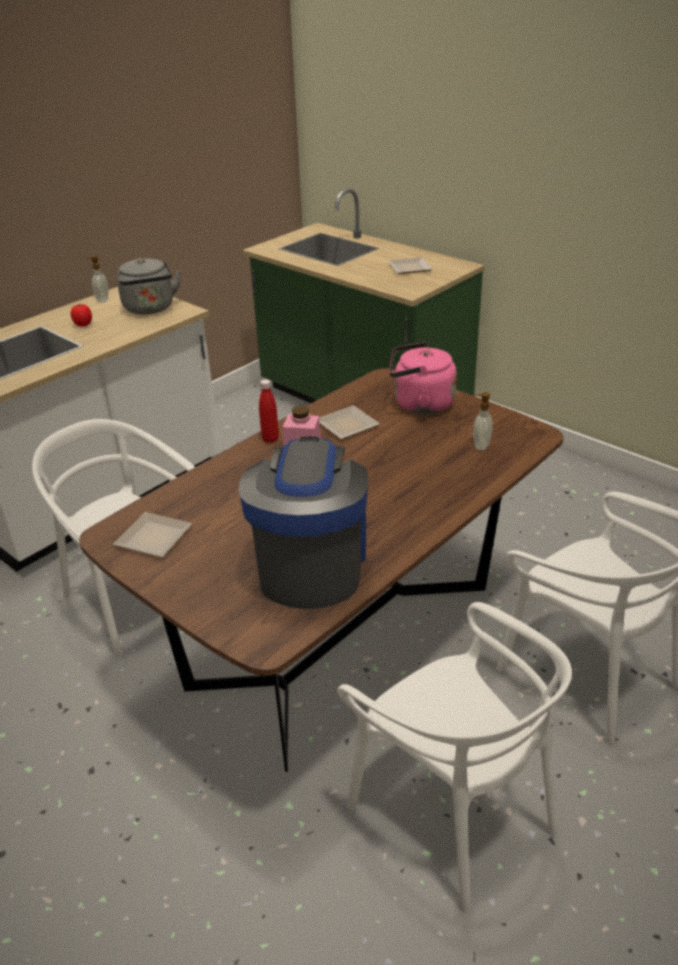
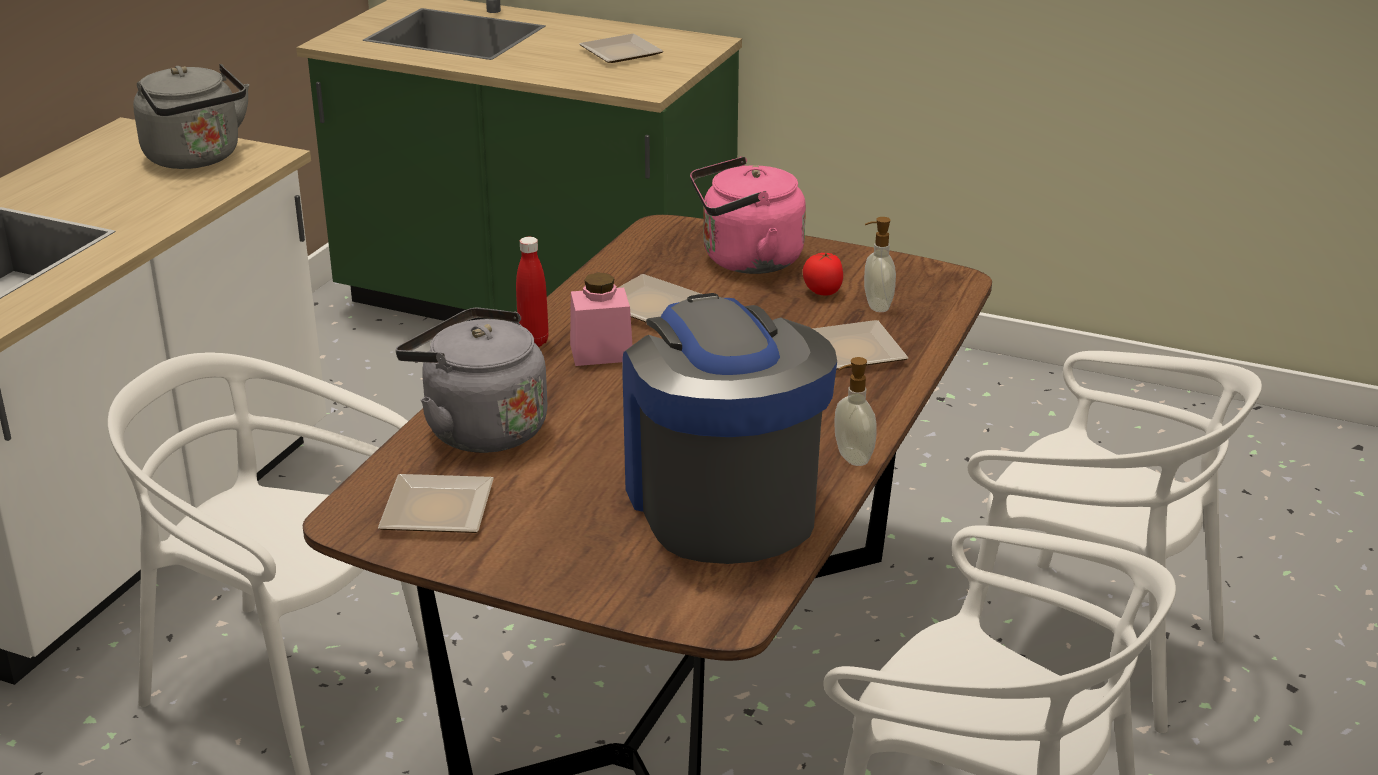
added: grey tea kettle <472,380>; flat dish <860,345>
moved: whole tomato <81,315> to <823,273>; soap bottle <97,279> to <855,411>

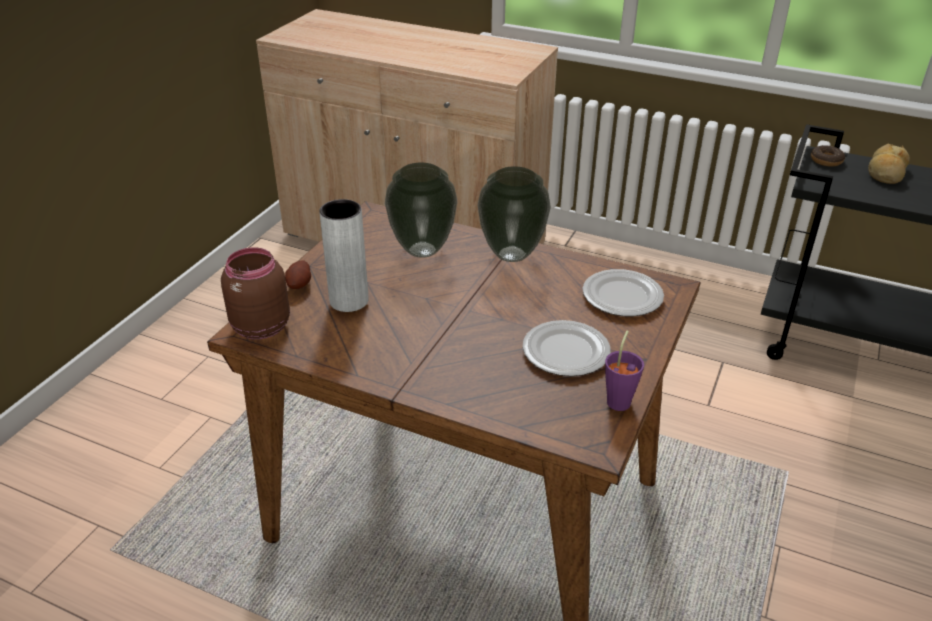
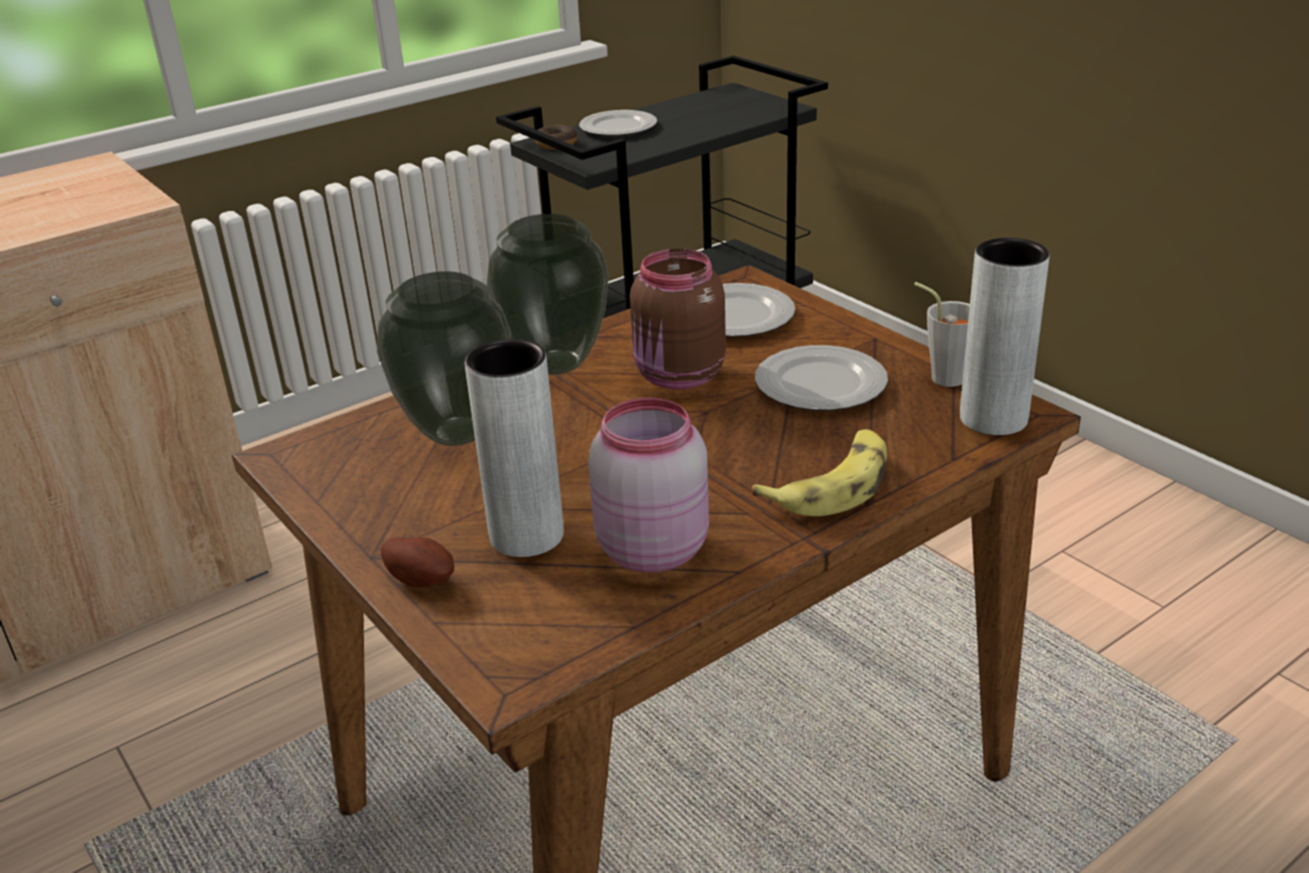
added: pink-coloured storage jar <648,485>; whole banana <819,472>; grey decorative vase <1005,336>
moved: brown-coloured storage jar <255,293> to <678,319>
replaced: bakery bread <889,164> to flat dish <618,123>
recoloured: purple-coloured cup <624,371> to grey cup <942,334>

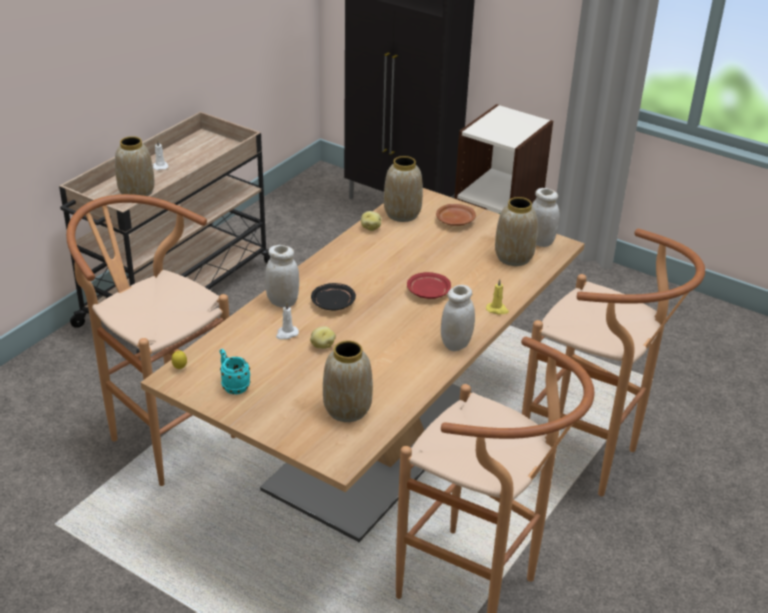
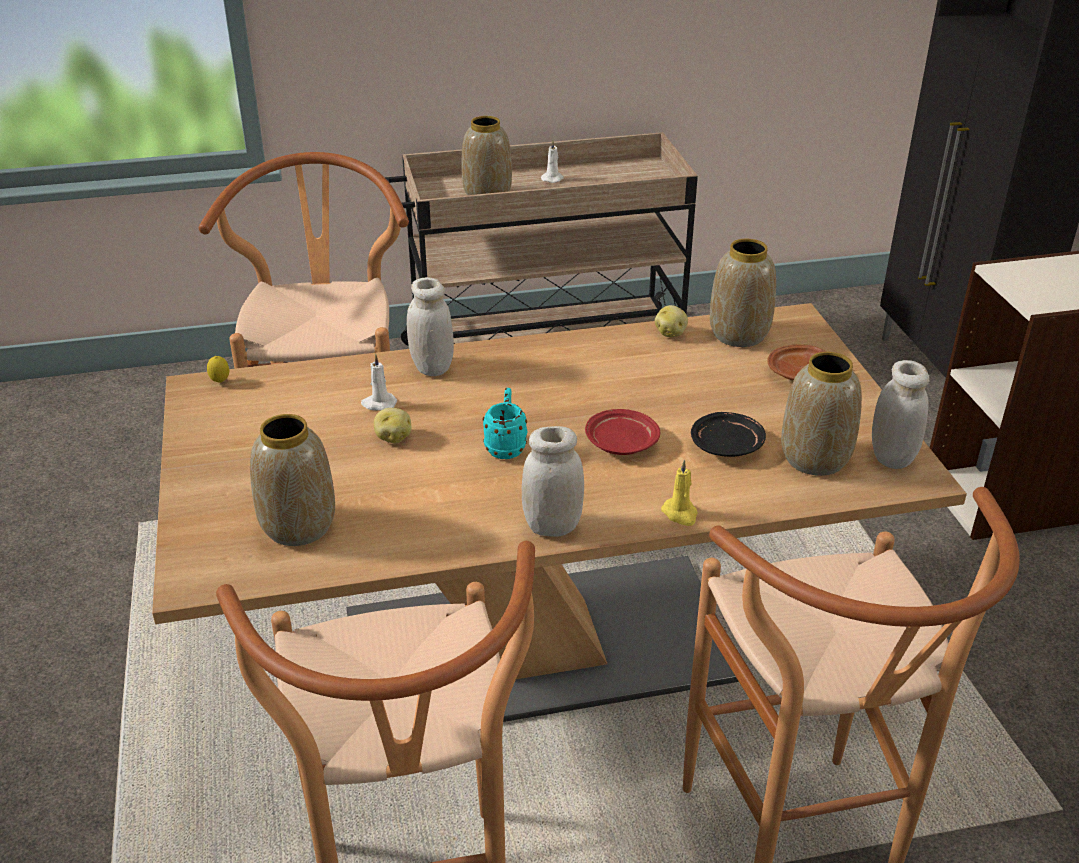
moved: blue-green mug <235,372> to <504,423>; black-coloured flat dish <333,296> to <728,434>

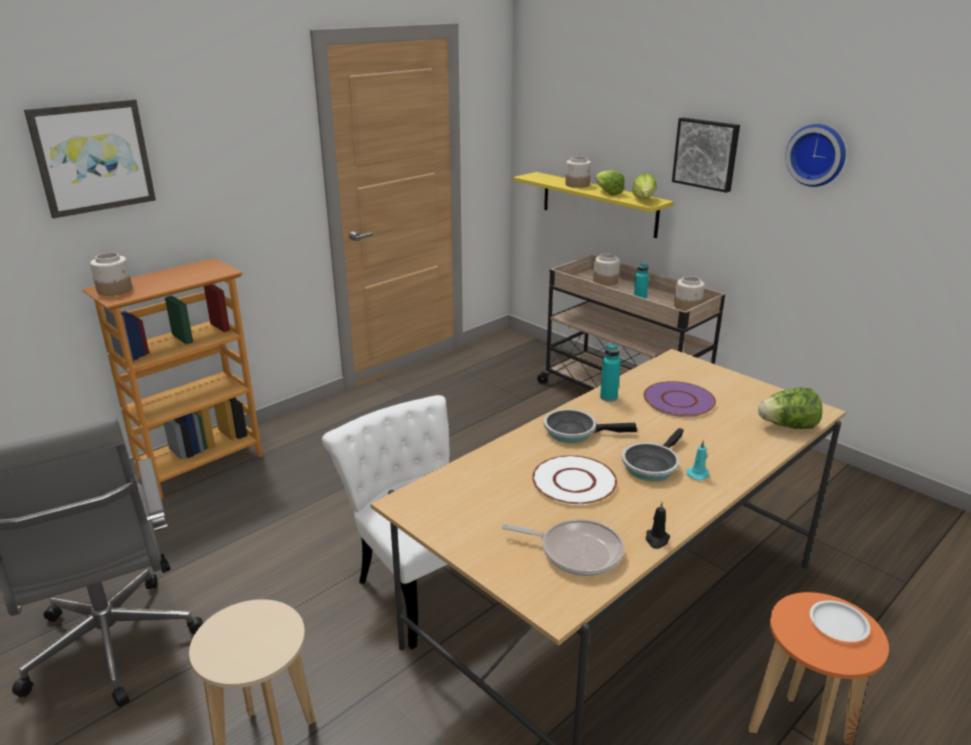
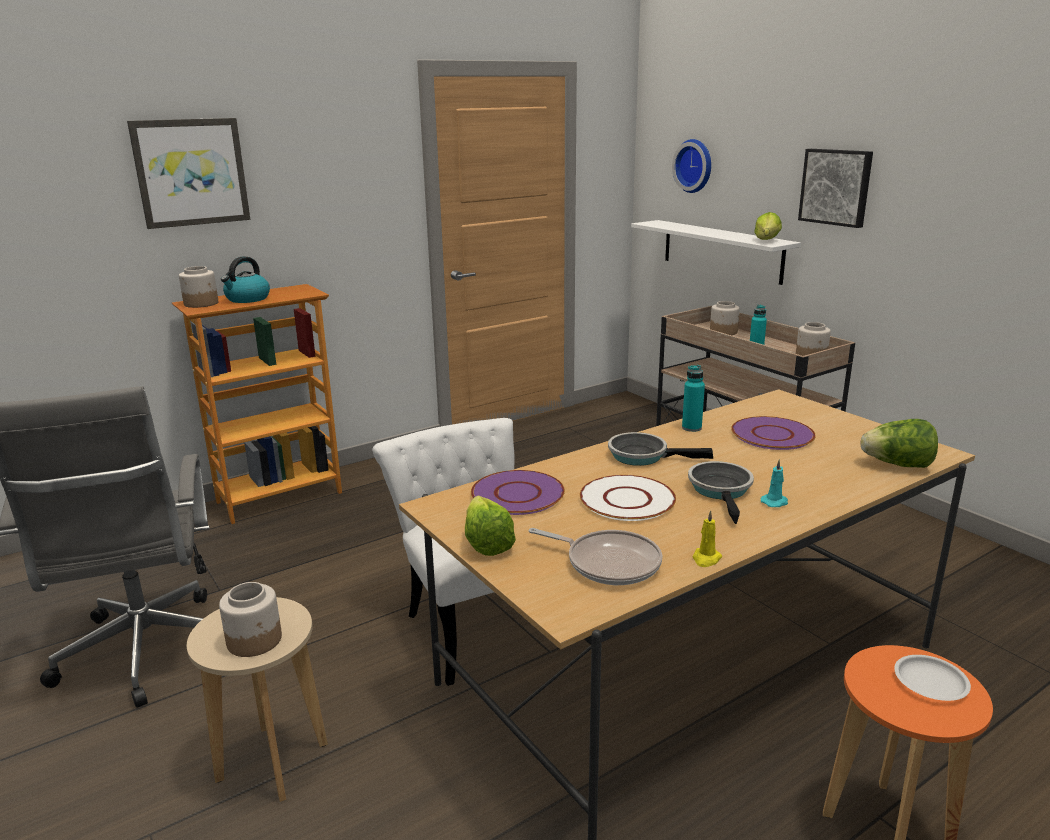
added: tea kettle <245,279>; purple-coloured flat dish <518,492>
moved: storage jar <578,172> to <250,619>; lettuce head <610,183> to <490,525>; wall clock <815,155> to <691,166>
recoloured: yellow-coloured bracket shelf <593,205> to whitish bracket shelf <716,252>; black-coloured wax light <658,525> to yellow-coloured wax light <707,538>
turned: pan <653,454> = <721,492> 135 degrees clockwise

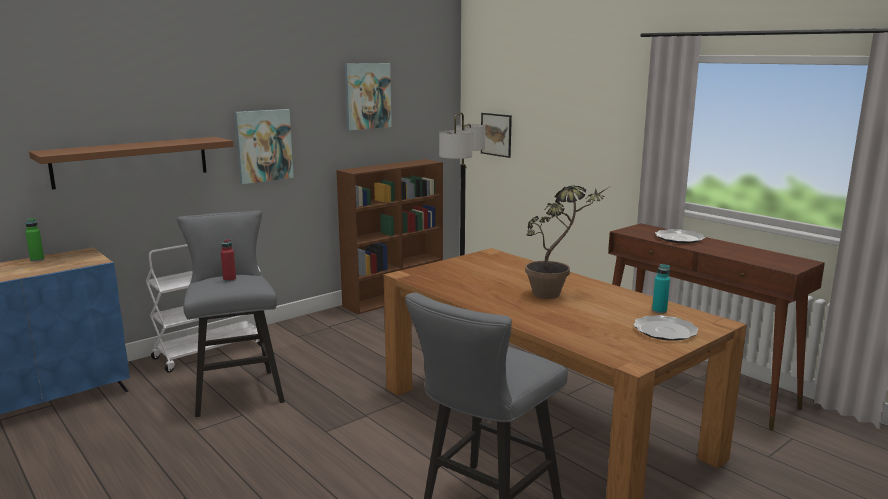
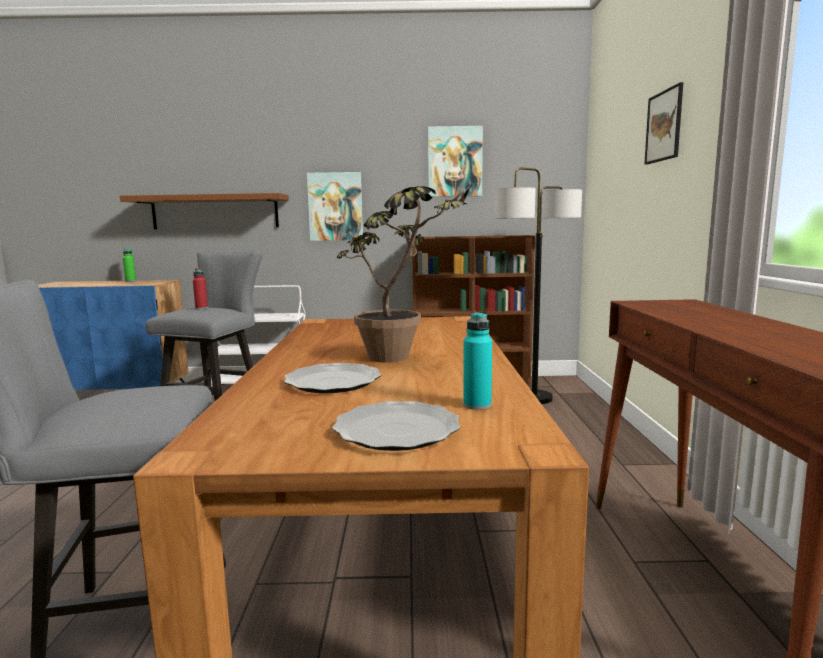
moved: wall art <496,135> to <663,123>; flat dish <680,236> to <333,378>

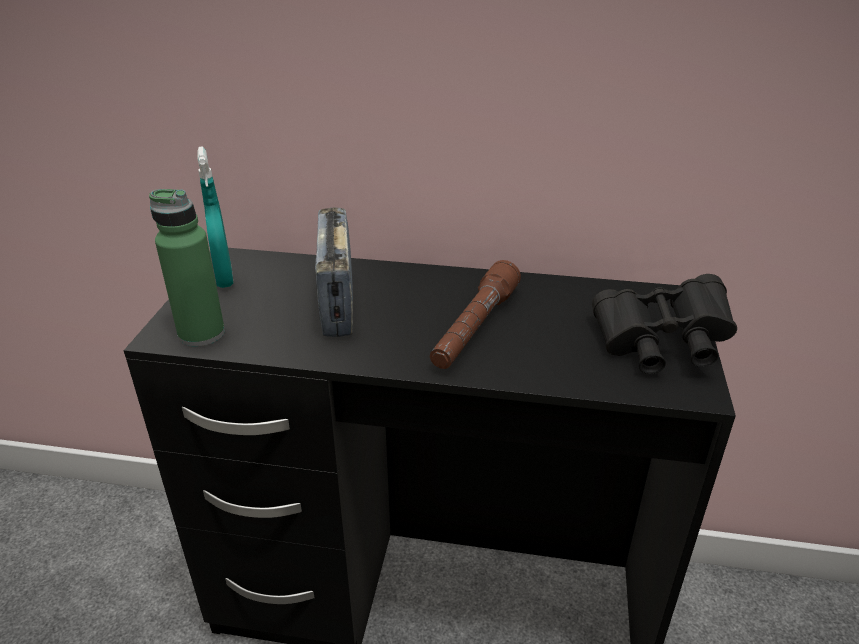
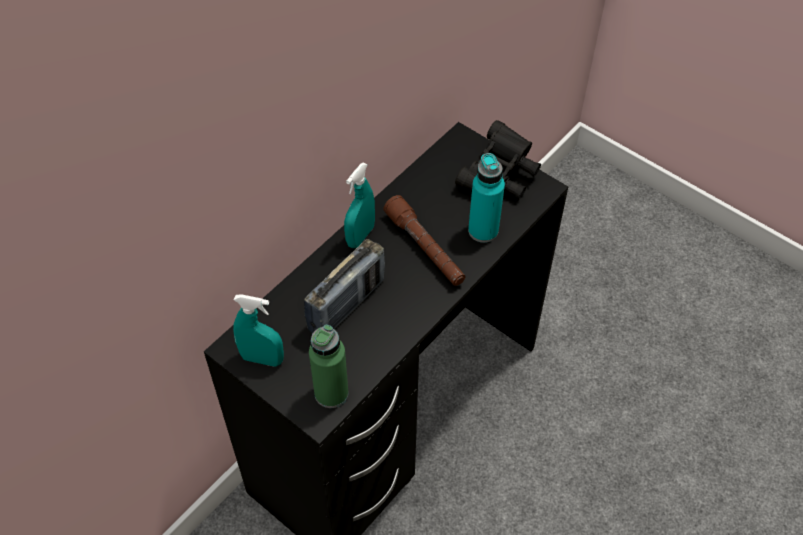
added: blue-green spray bottle <359,205>; blue-green drink bottle <486,198>
turned: radio set <334,272> = <344,286> 75 degrees counterclockwise

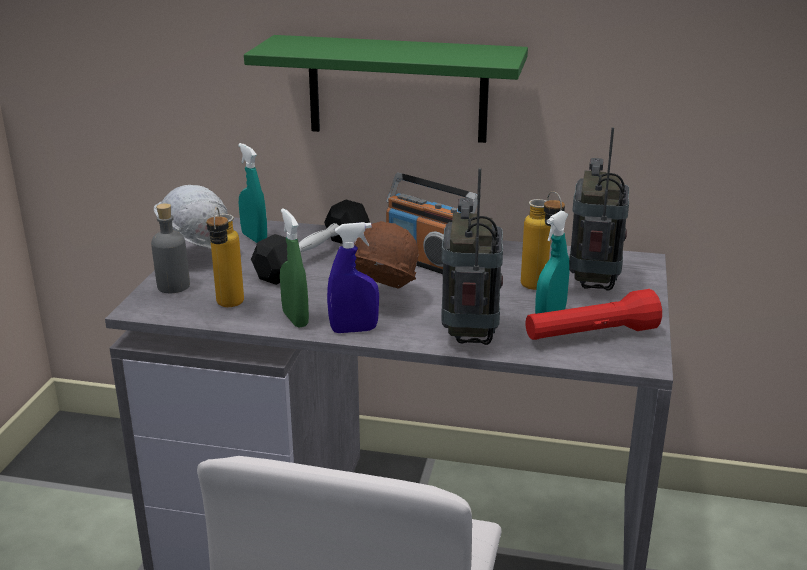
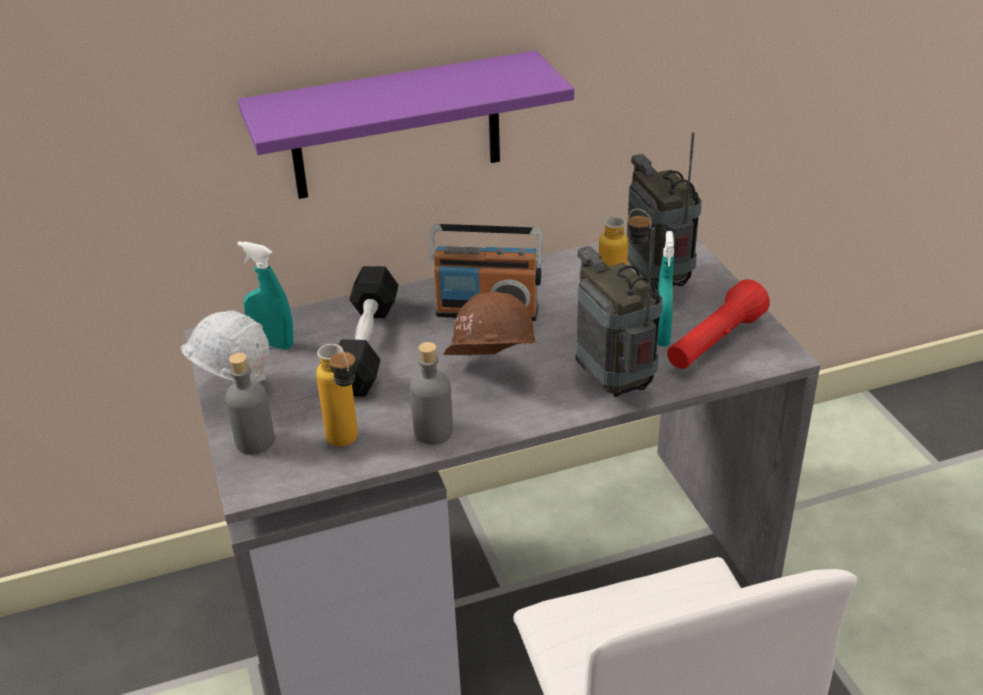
removed: blue-coloured spray bottle <353,277>
replaced: green spray bottle <294,268> to grey drink bottle <431,393>
recoloured: green bracket shelf <386,89> to purple-coloured bracket shelf <406,125>

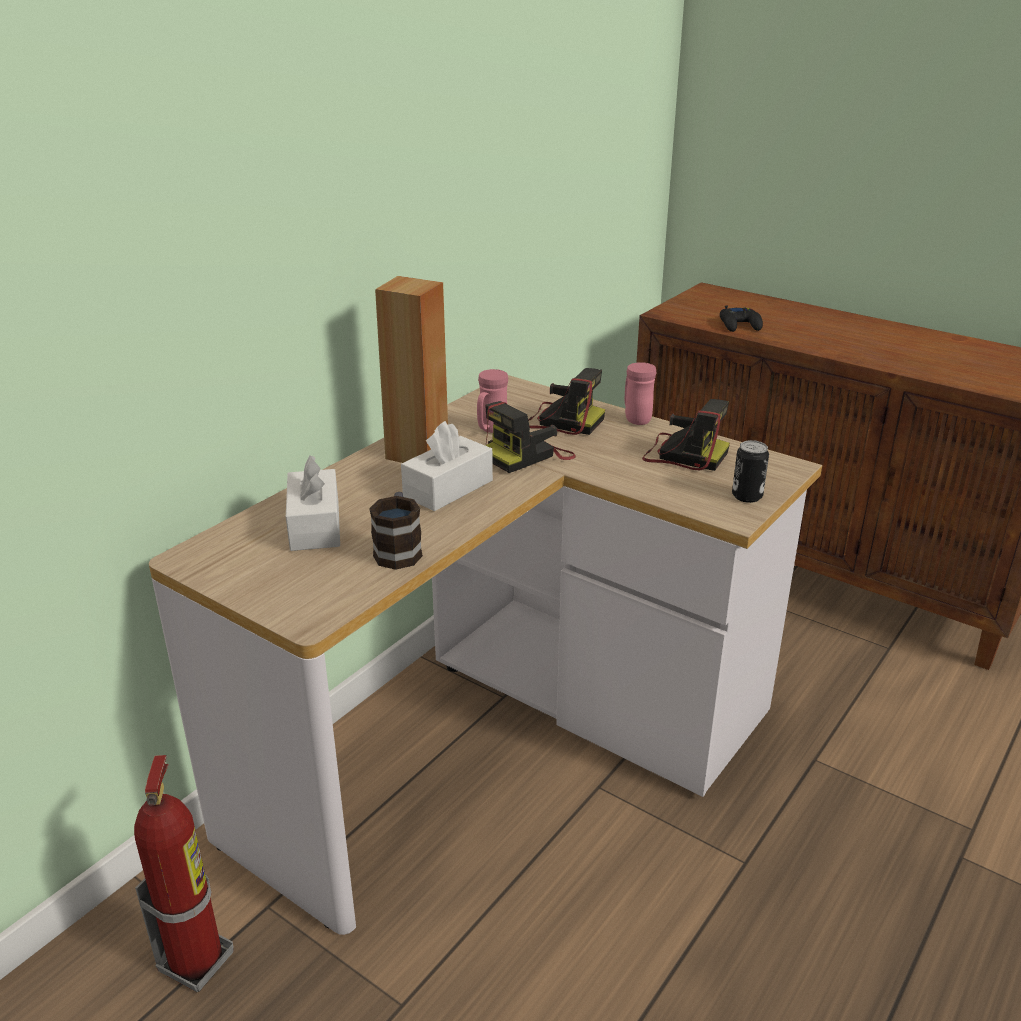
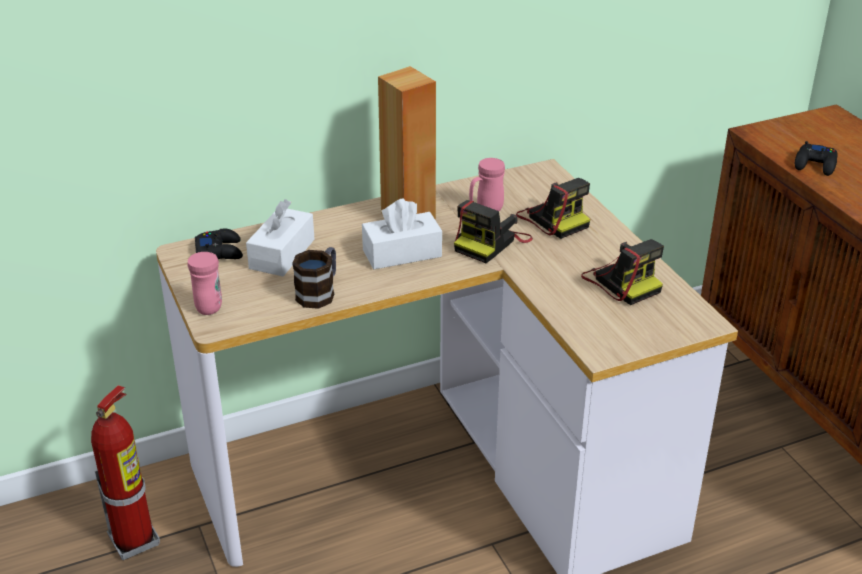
removed: sealed can <750,471>
added: black-coloured joypad <219,244>
moved: pink-coloured mug <640,393> to <205,283>
turned: still camera <530,437> = <493,231> 45 degrees counterclockwise

